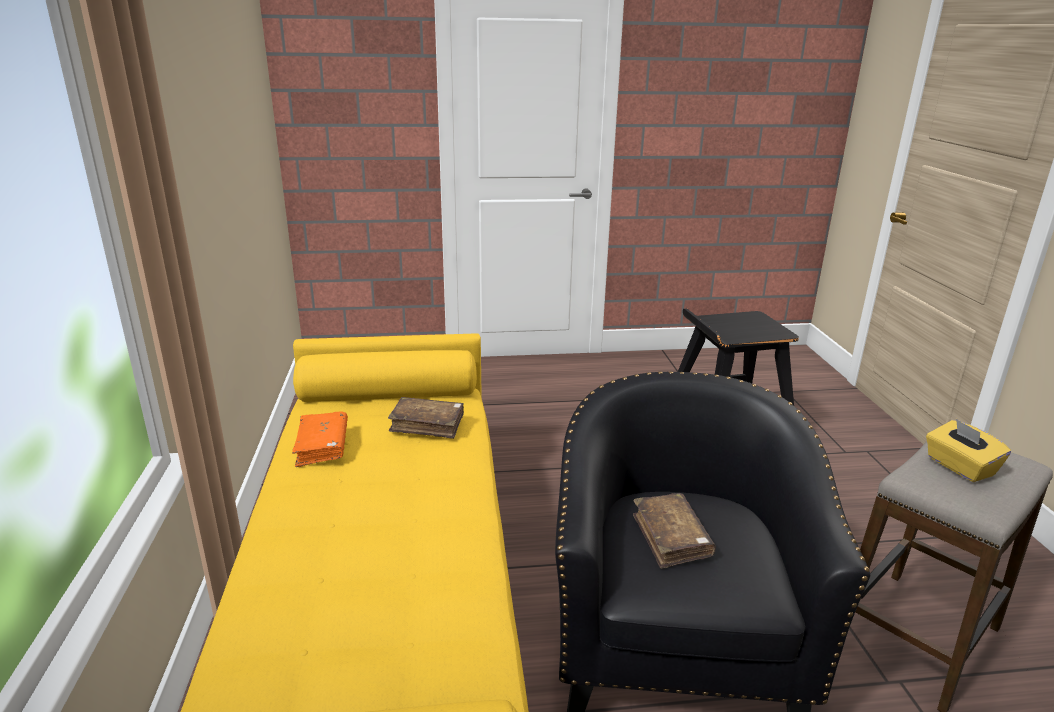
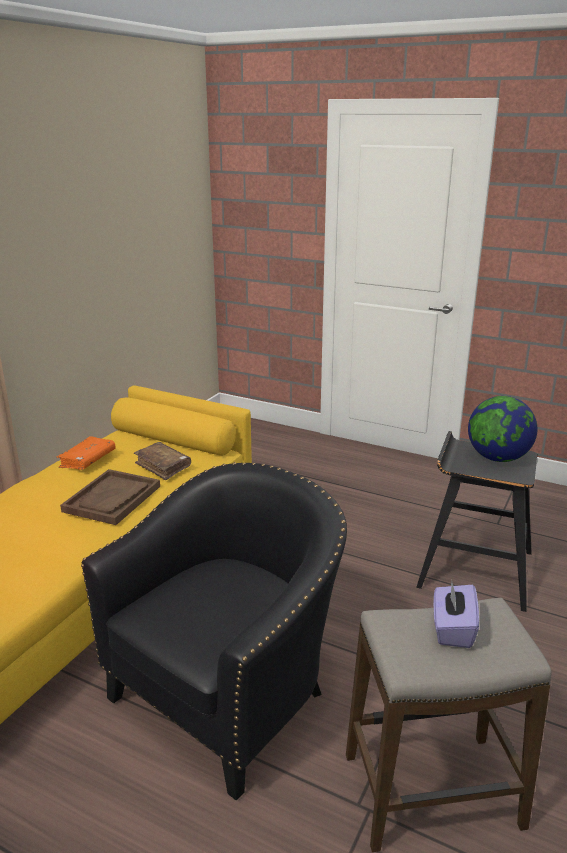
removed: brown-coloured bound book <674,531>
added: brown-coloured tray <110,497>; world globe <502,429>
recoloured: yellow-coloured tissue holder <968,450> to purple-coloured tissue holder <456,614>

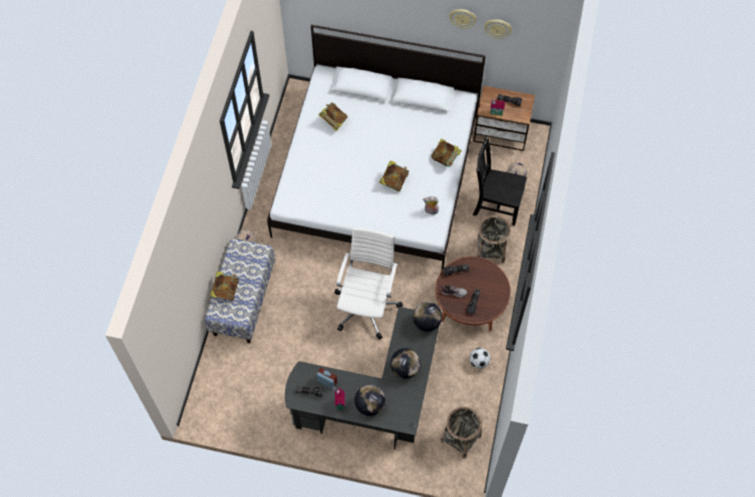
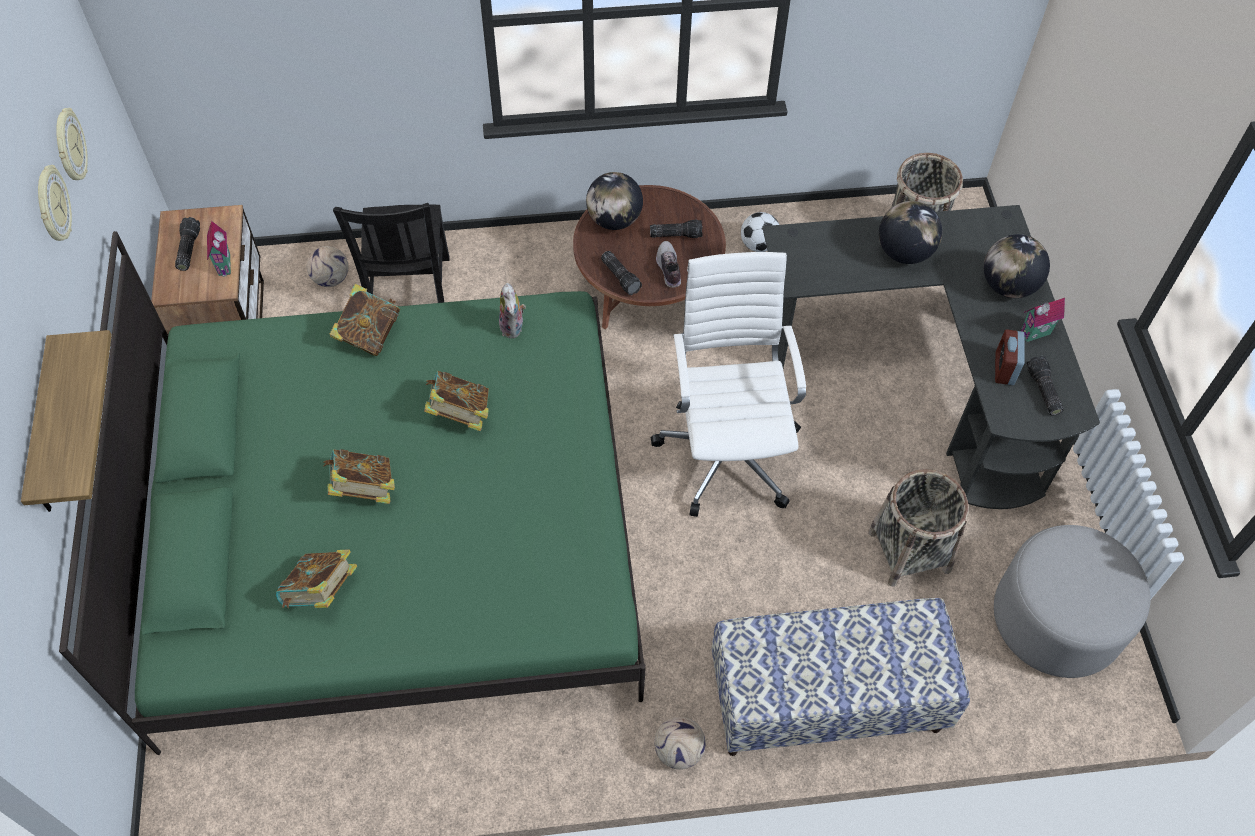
added: bracket shelf <66,421>; grey pouffe <1072,601>
moved: bound book <224,286> to <359,476>; world globe <427,317> to <614,201>; basket <494,239> to <918,528>
recoloured: whitish sleeping bed <376,148> to green sleeping bed <352,493>
turned: whitish desk chair <368,283> = <728,384> 90 degrees clockwise

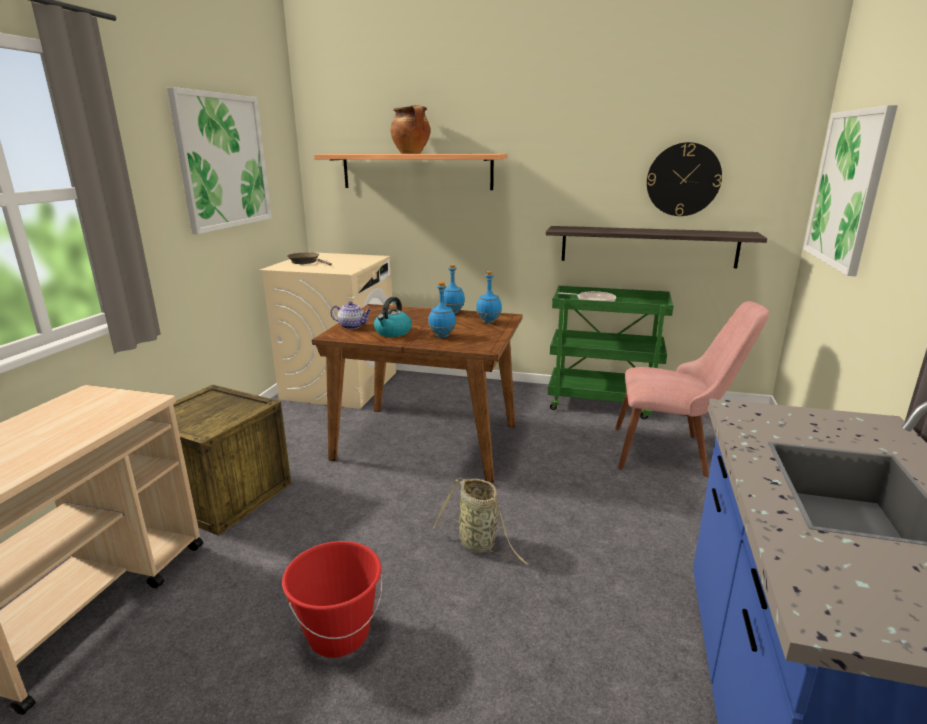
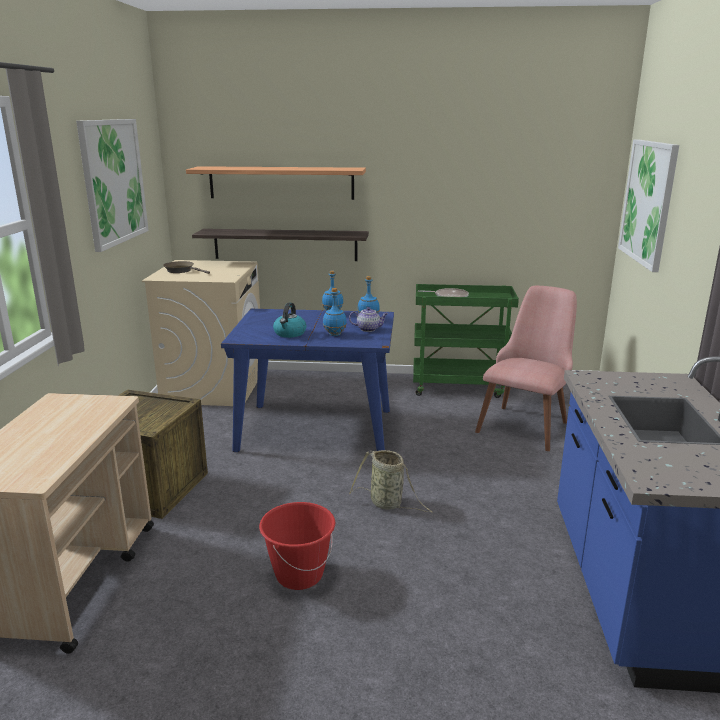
removed: saucepot <410,129>; wall clock <684,179>
moved: teapot <351,315> to <368,319>; bracket shelf <656,247> to <280,245>
recoloured: brown-coloured dining table <417,393> to blue-coloured dining table <307,380>
turned: pink-coloured upright chair <692,389> = <526,368> 60 degrees counterclockwise

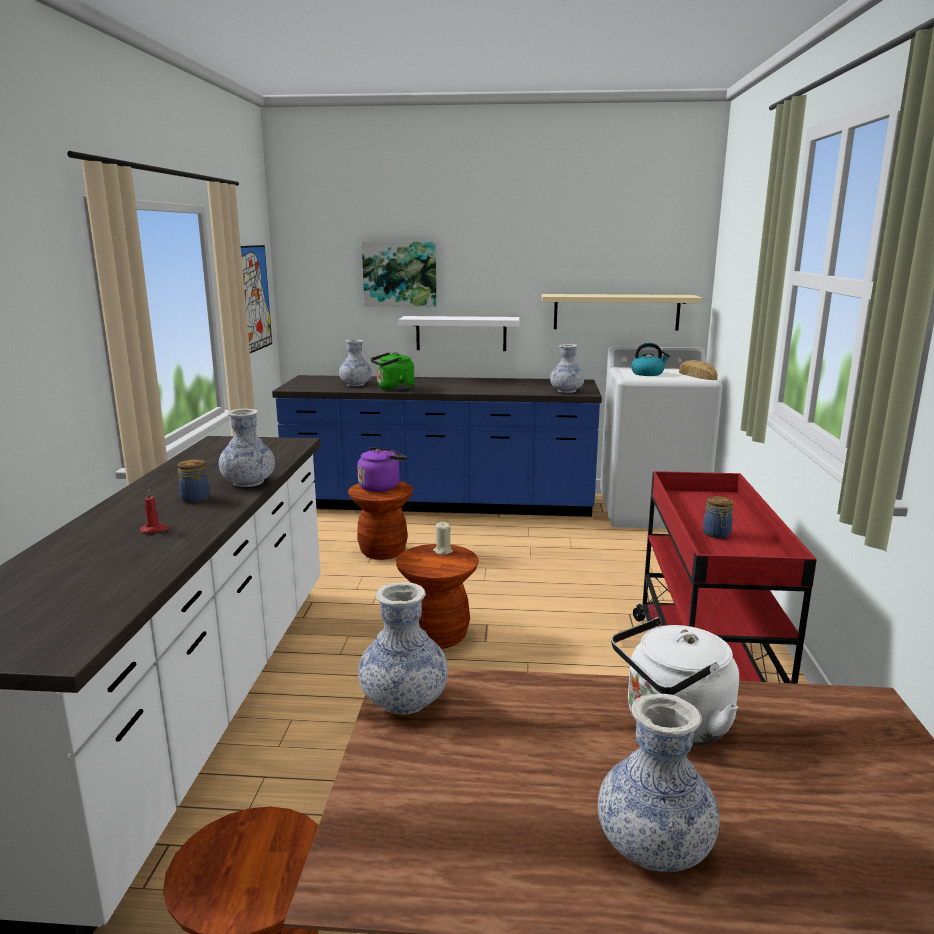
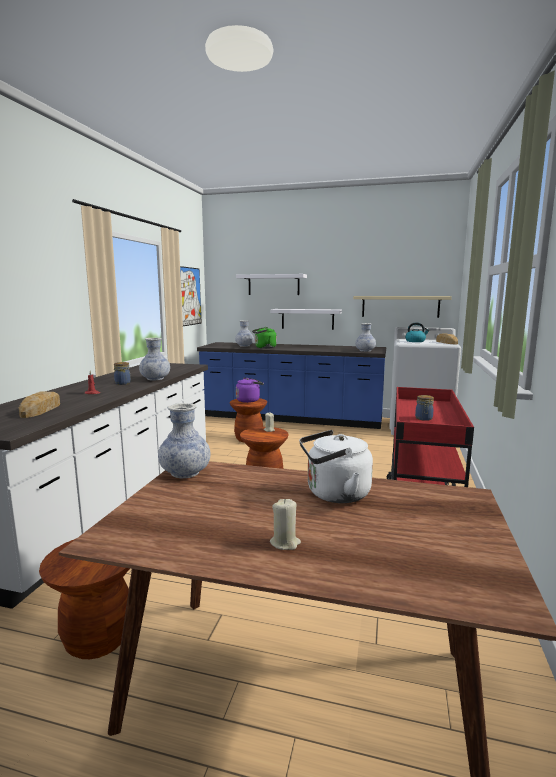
added: bakery bread <39,405>
replaced: wall art <399,274> to whitish bracket shelf <271,284>; decorative vase <659,783> to beige wax light <285,524>

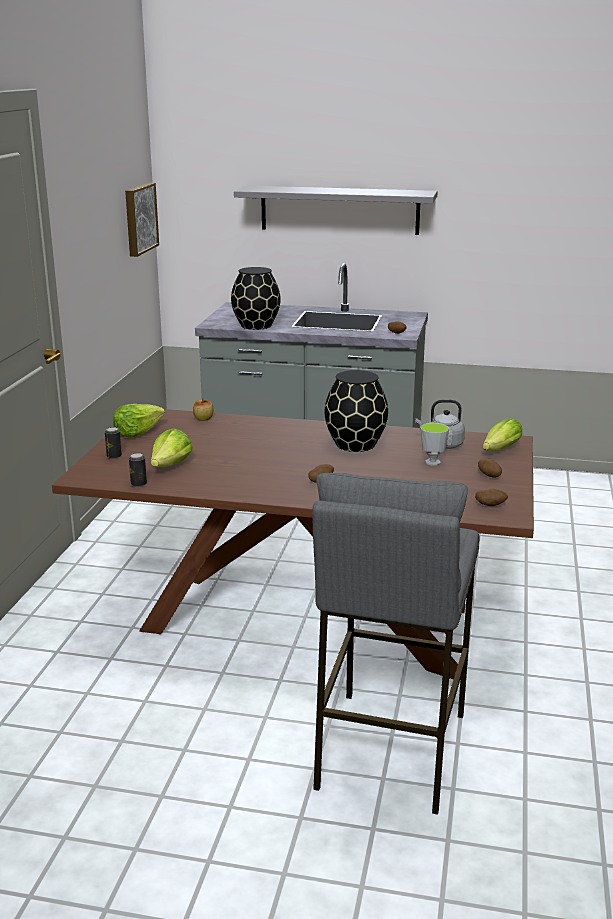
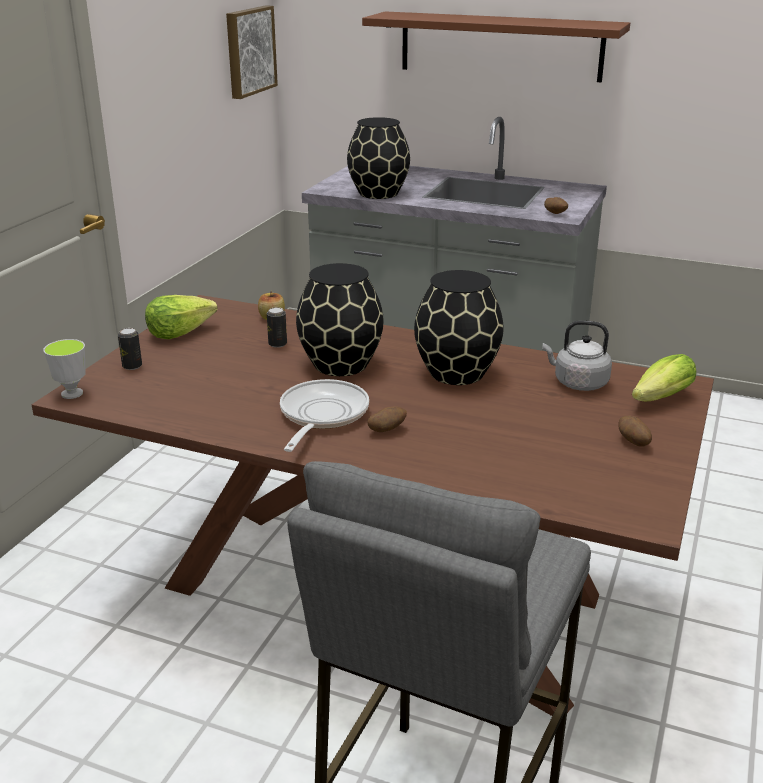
removed: lettuce head <172,447>; potato <491,497>
added: pan <324,415>; black-coloured decorative vase <340,319>
moved: sealed can <138,470> to <277,327>; cup <435,444> to <64,369>
recoloured: grey bracket shelf <336,210> to brown-coloured bracket shelf <496,47>

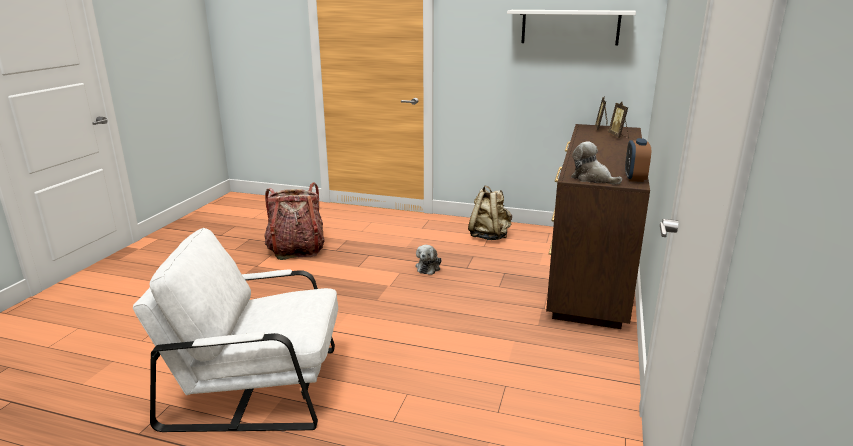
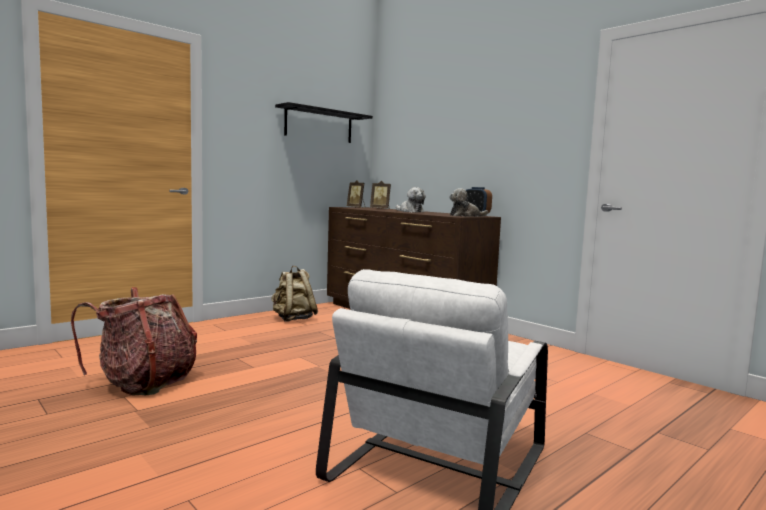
moved: soft toy <429,260> to <411,200>
recoloured: whitish bracket shelf <571,27> to black-coloured bracket shelf <324,122>

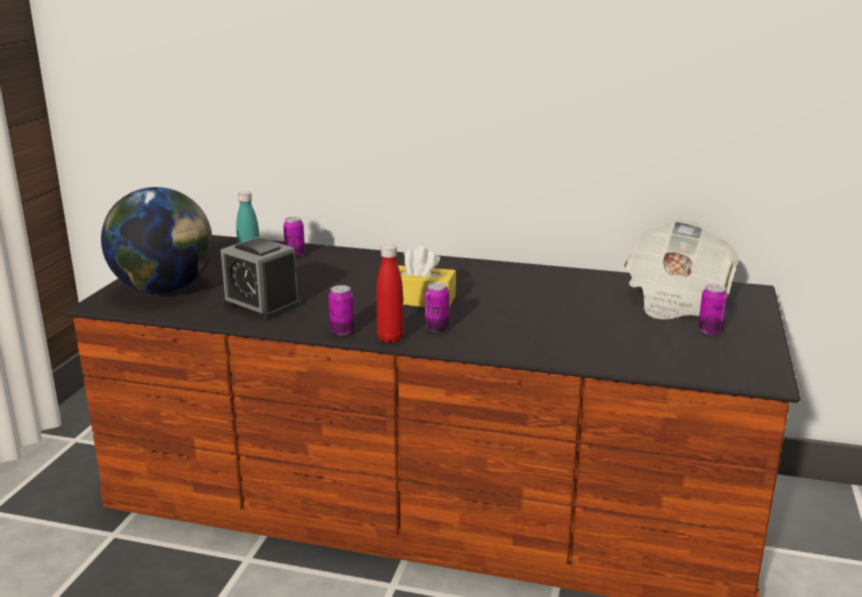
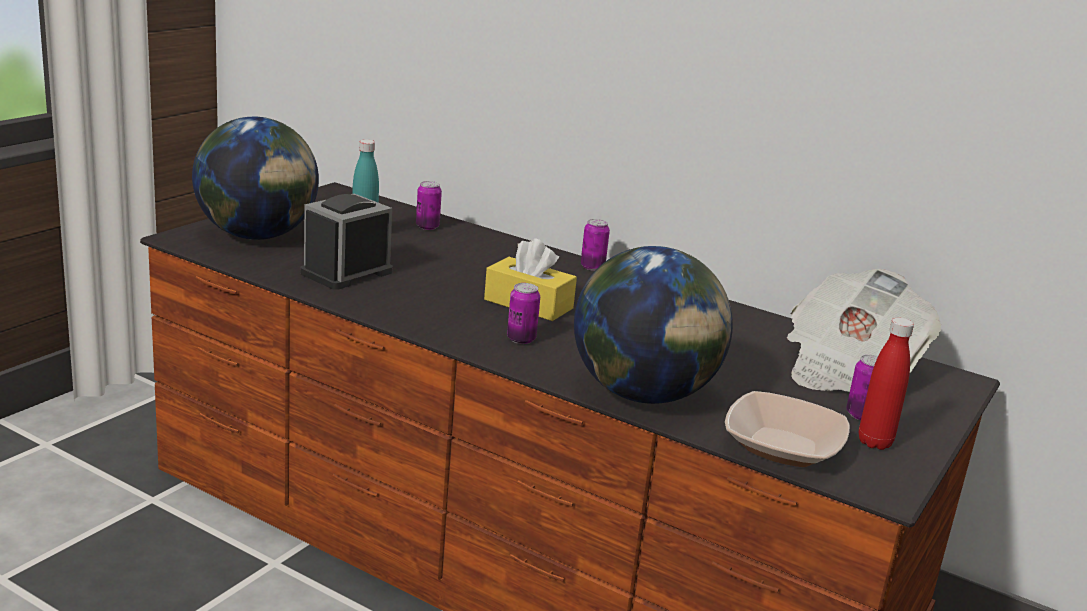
added: world globe <653,325>; serving bowl <787,429>
moved: sealed can <341,310> to <595,245>; red drink bottle <390,293> to <886,384>
turned: bedside clock <260,278> = <346,241> 75 degrees clockwise

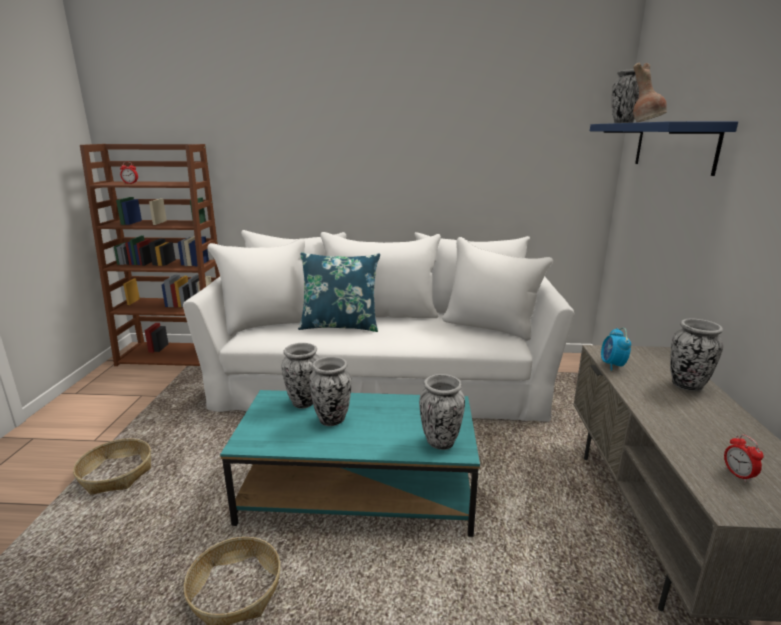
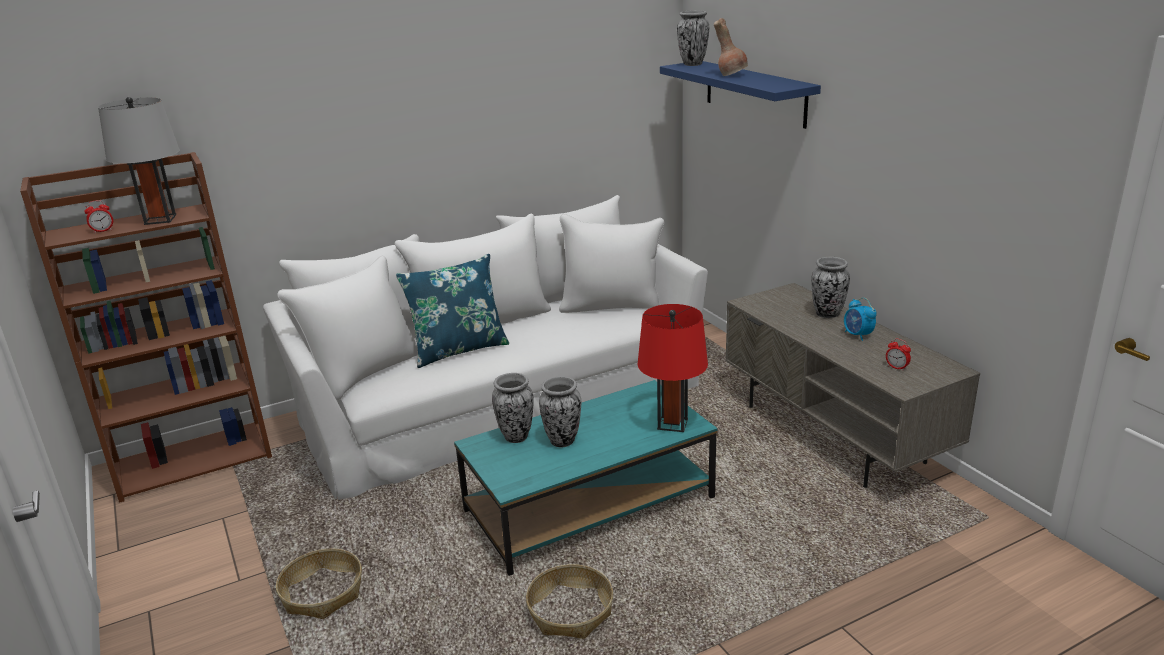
added: grey tabletop lamp <139,161>
moved: bedside clock <616,349> to <860,319>
replaced: decorative vase <442,412> to red tabletop lamp <672,368>

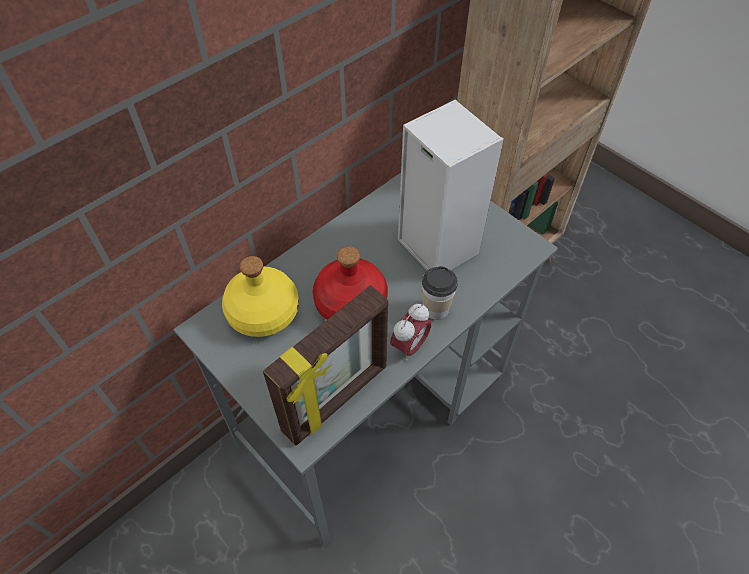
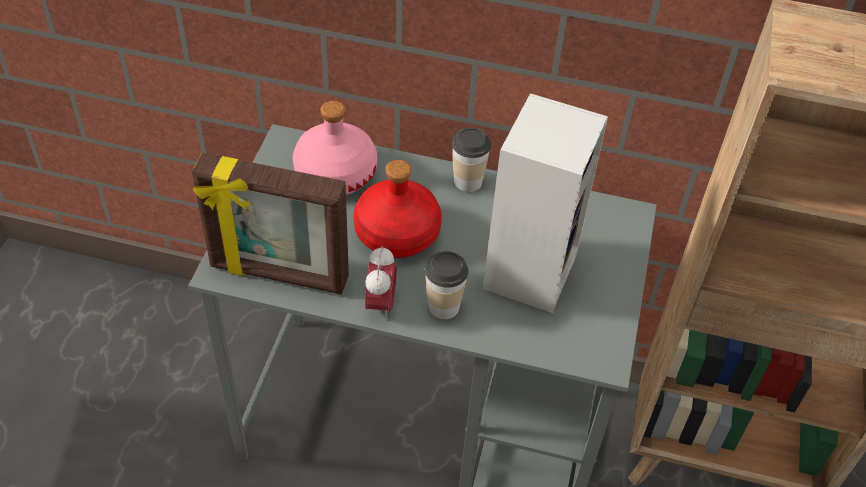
added: cup <471,160>
recoloured: yellow-coloured drink bottle <260,296> to pink-coloured drink bottle <335,148>
turned: bedside clock <411,332> = <381,283> 90 degrees counterclockwise

